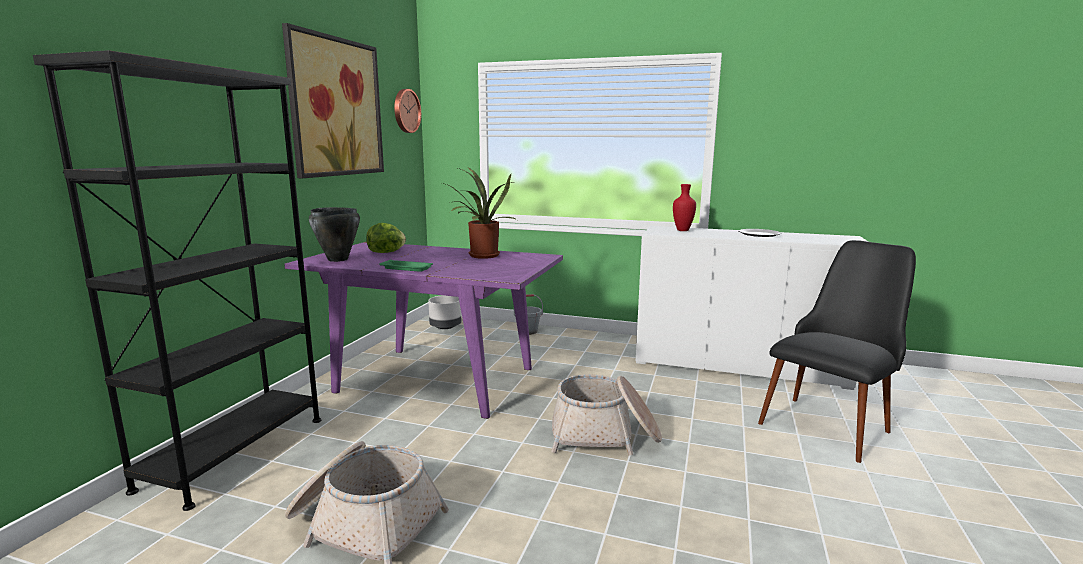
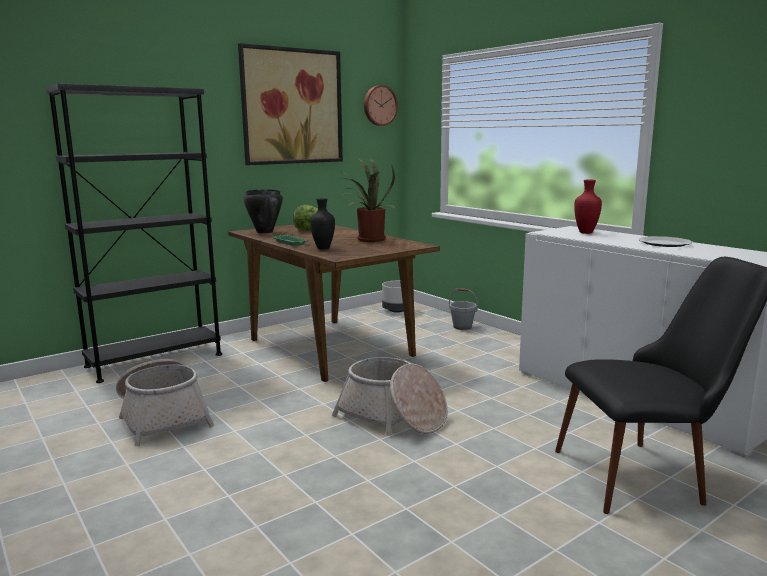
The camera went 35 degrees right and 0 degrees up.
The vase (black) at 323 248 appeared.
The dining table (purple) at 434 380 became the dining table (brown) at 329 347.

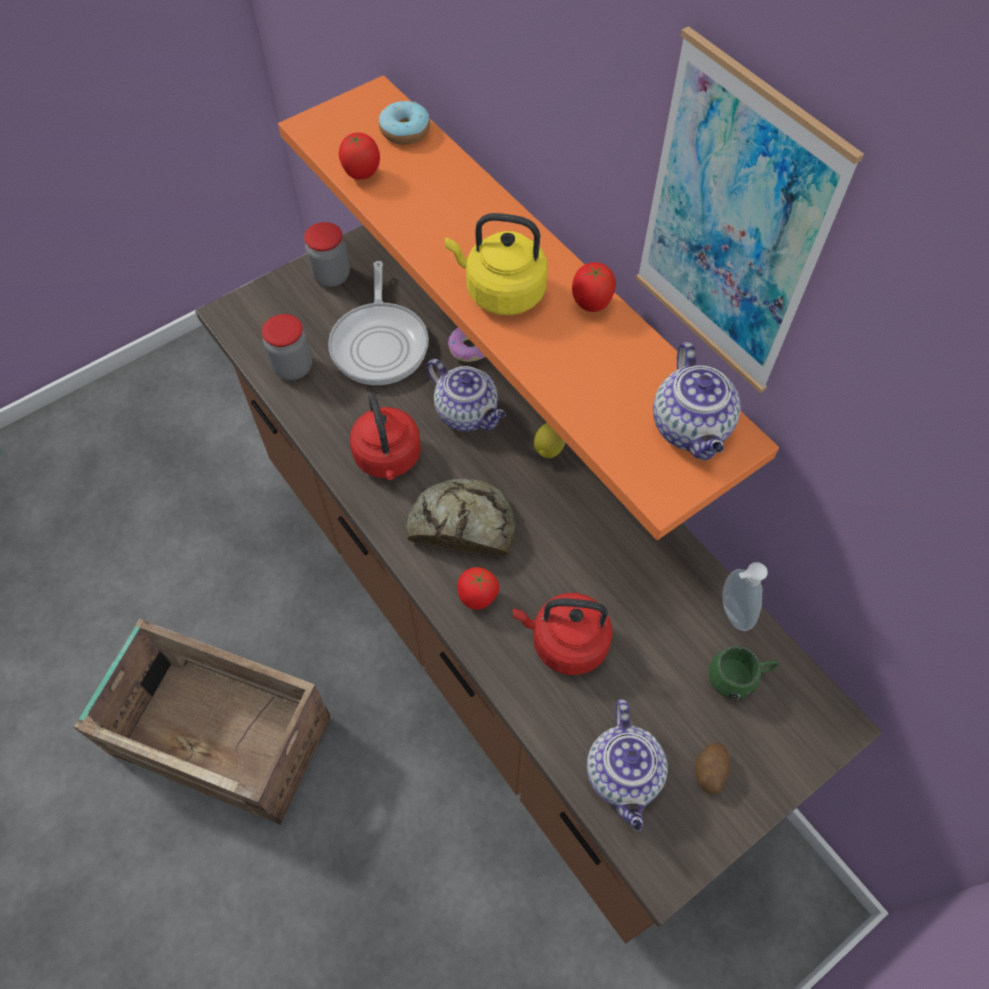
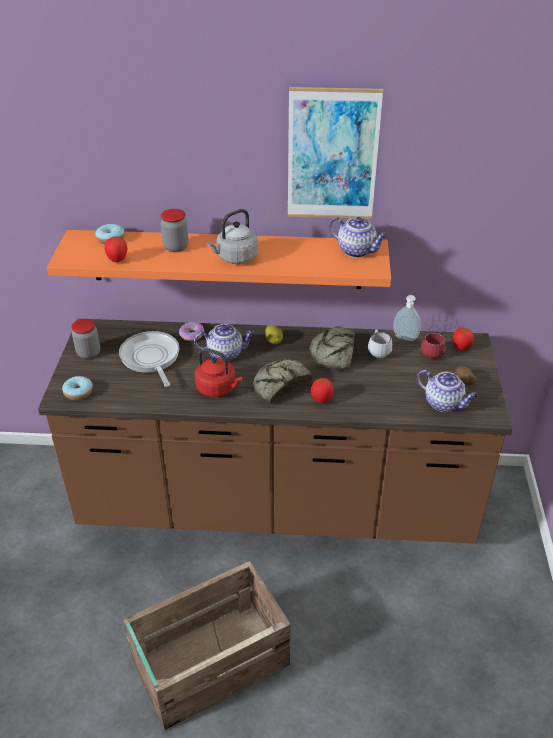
The camera went 50 degrees left and 20 degrees down.
The kettle (red) at 565 642 disappeared.
The donut at 78 392 appeared.
The bread at 334 354 appeared.
The mug (white) at 378 351 appeared.
The jar moved from 293 367 to 176 247.
The tomato moved from 591 305 to 461 348.
The kettle (yellow) at 501 292 became the kettle (grey) at 235 258.
The mug (green) at 739 678 became the mug (red) at 433 352.
The frying pan at 380 343 turned 150 degrees counterclockwise.

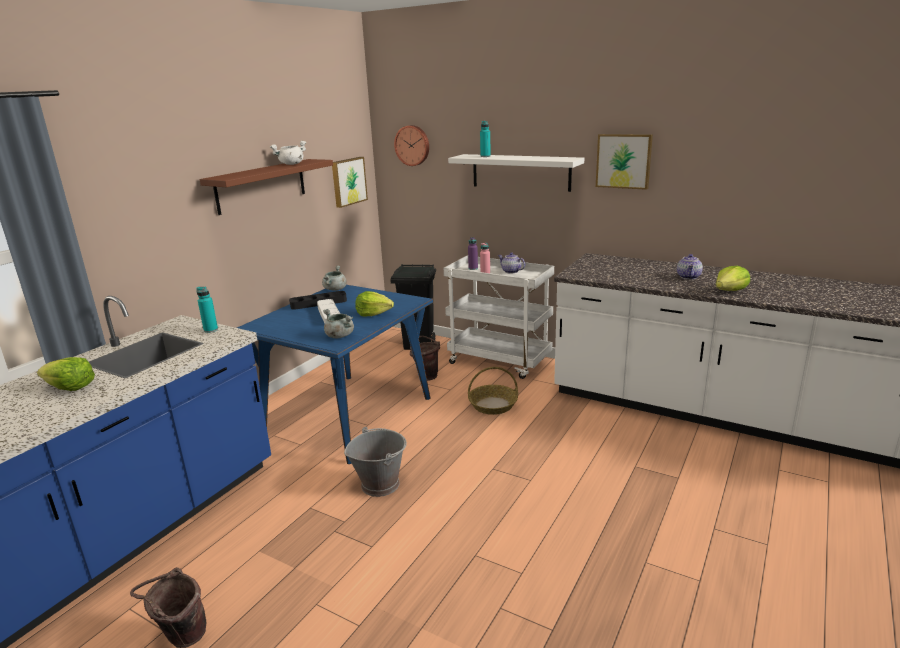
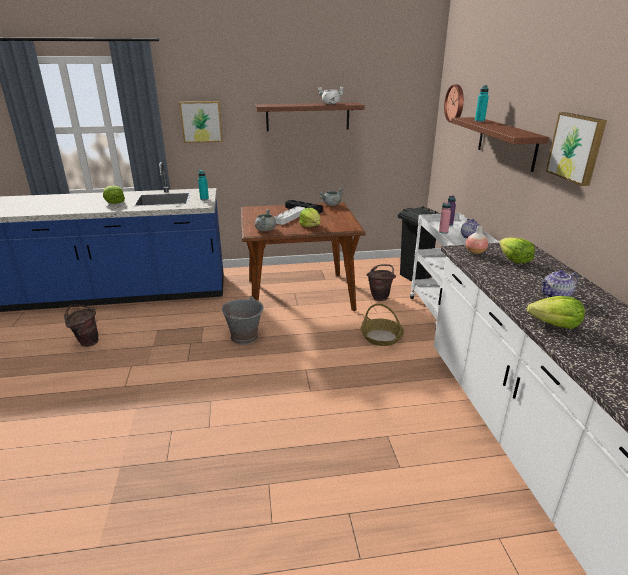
The camera went 50 degrees right and 5 degrees up.
The vase at 475 252 appeared.
The lettuce at 514 260 appeared.
The picture moved from 348 181 to 201 121.
The dining table (blue) at 349 414 became the dining table (brown) at 300 294.
The shelf (white) at 520 172 became the shelf (brown) at 506 143.

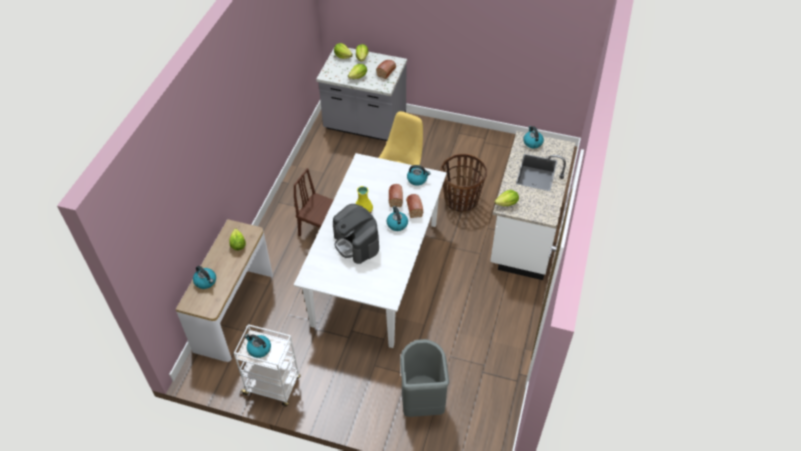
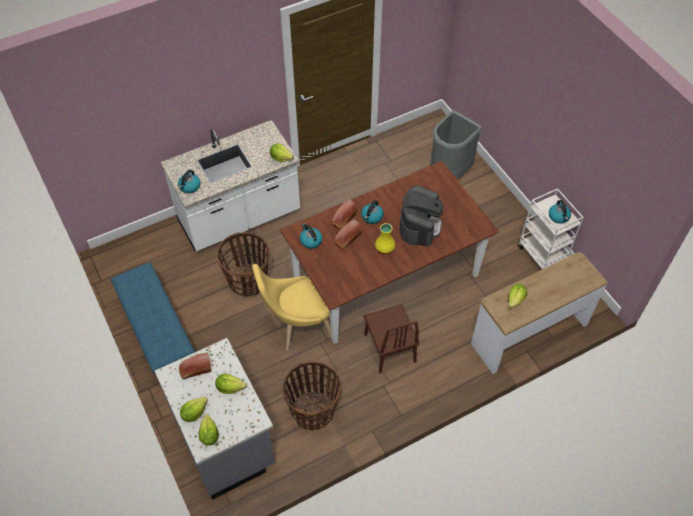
The camera went 135 degrees left and 5 degrees up.
The kettle at 206 281 disappeared.
The bench (blue) at 158 335 appeared.
The basket at 313 411 appeared.
The dining table (white) at 377 273 became the dining table (brown) at 386 276.

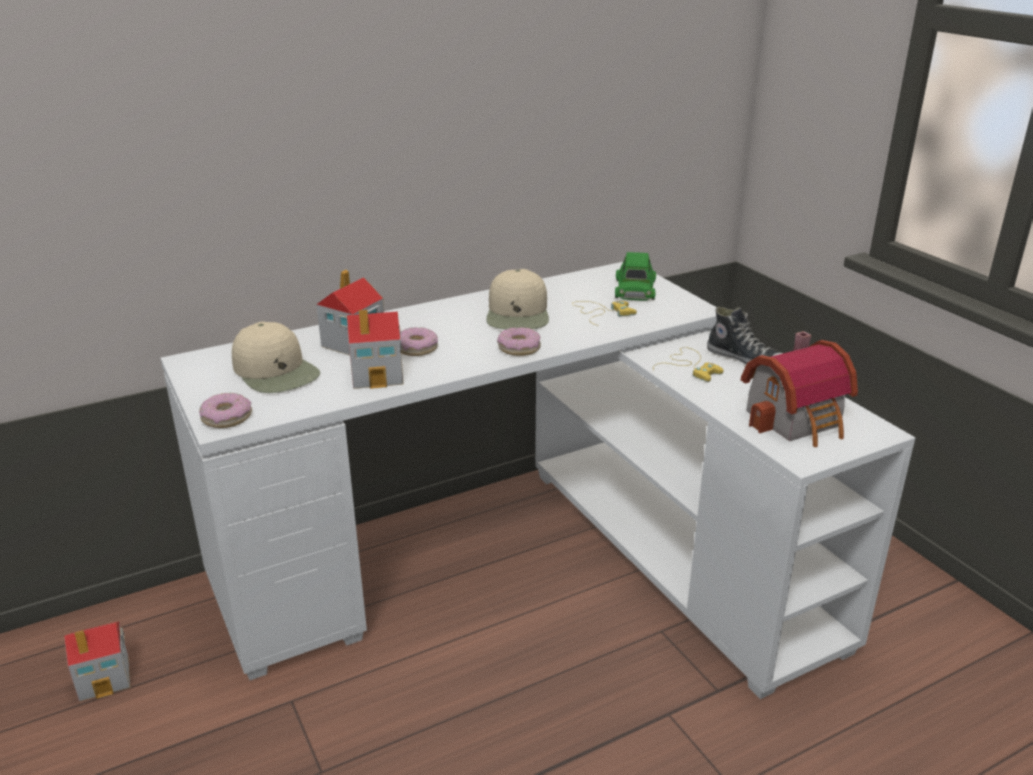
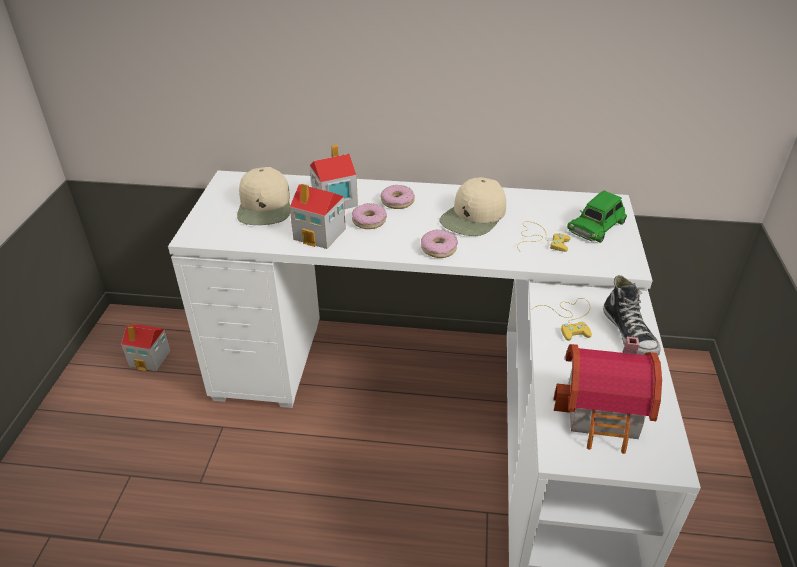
The camera went 35 degrees right and 10 degrees up.
The donut moved from 227 417 to 397 201.

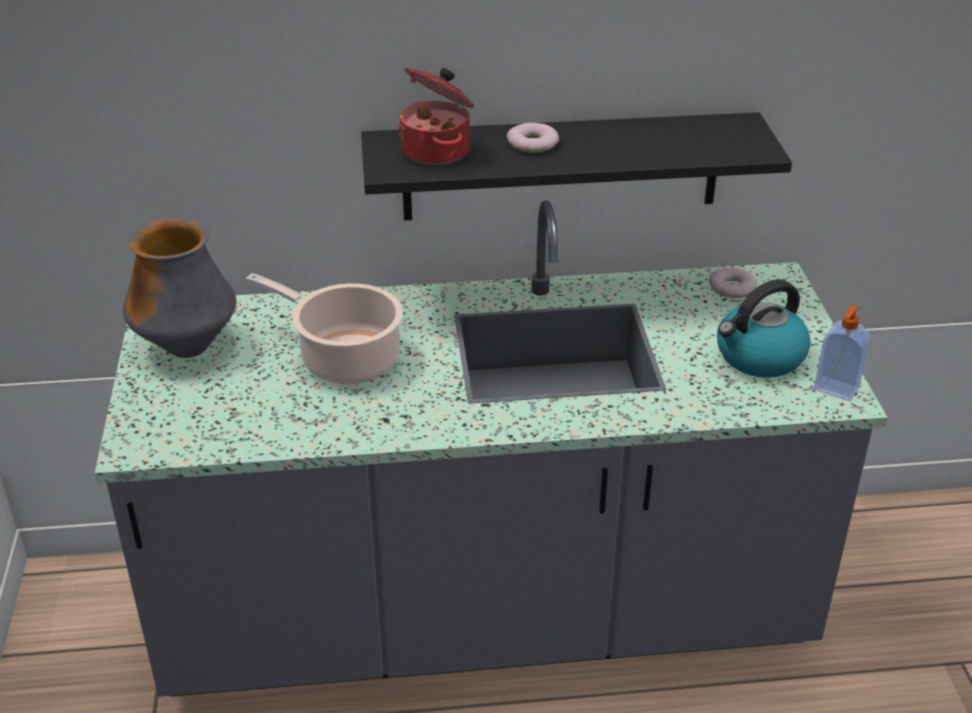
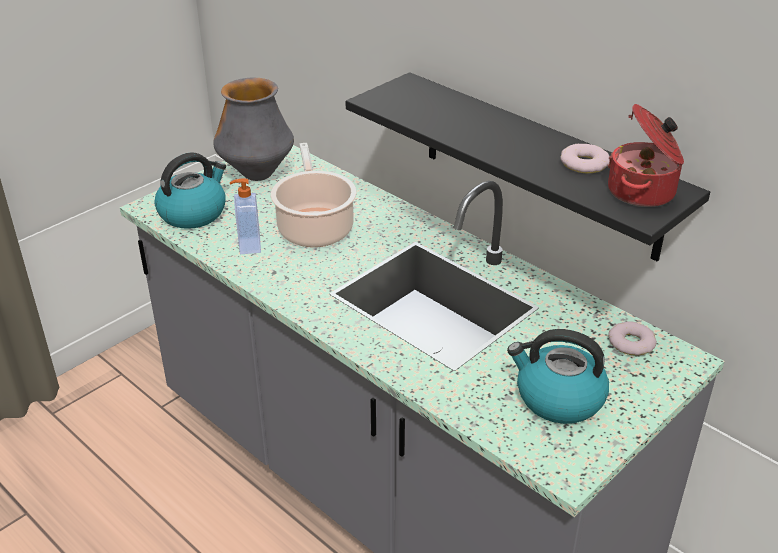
The camera went 50 degrees right and 0 degrees up.
The kettle at 193 213 appeared.
The cooking pot moved from 438 151 to 643 192.
The donut moved from 532 143 to 584 163.
The soap dispenser moved from 835 389 to 248 246.

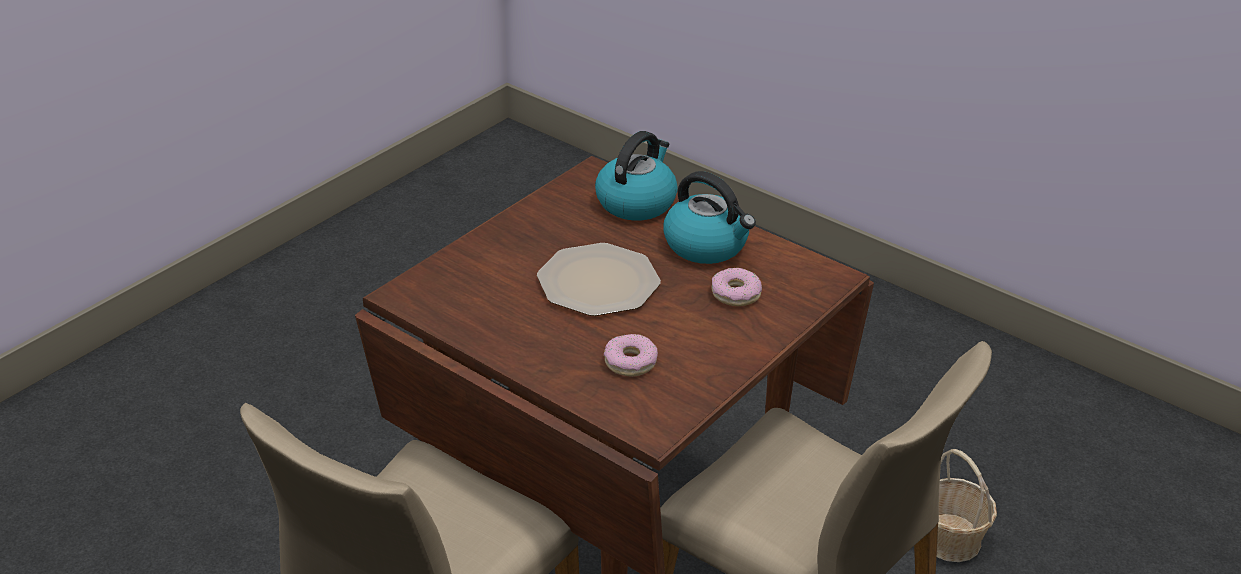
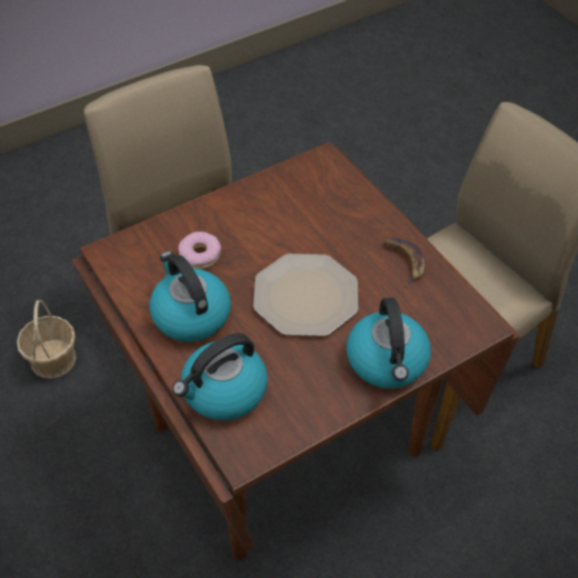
The camera went 160 degrees left and 15 degrees up.
The donut at 630 362 disappeared.
The kettle at 387 362 appeared.
The banana at 404 261 appeared.

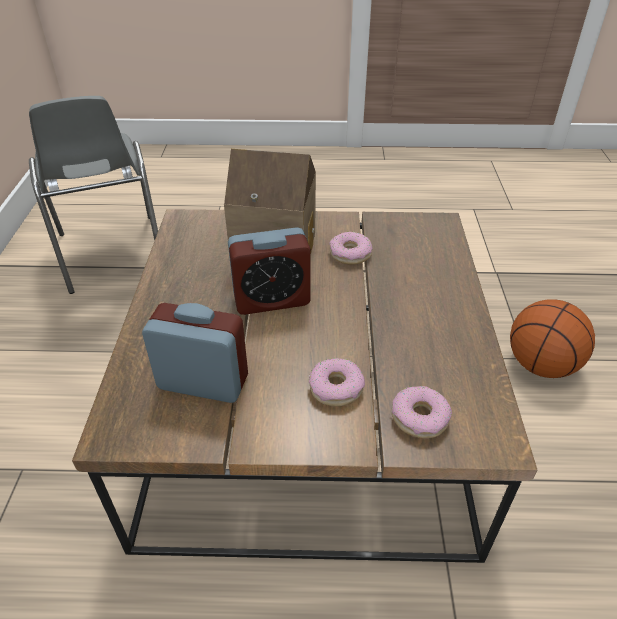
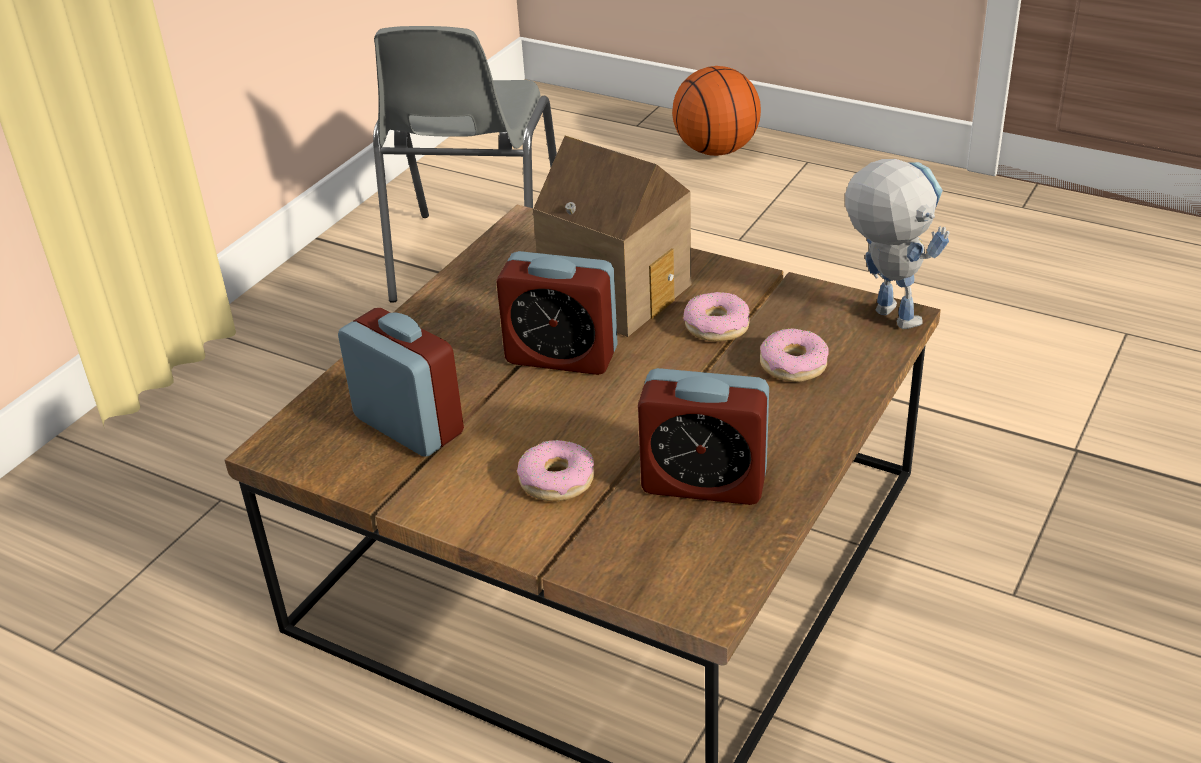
The camera went 30 degrees right and 5 degrees down.
The alarm clock at 704 482 appeared.
The toy robot at 883 312 appeared.
The donut moved from 419 418 to 793 364.
The basketball moved from 541 365 to 716 150.

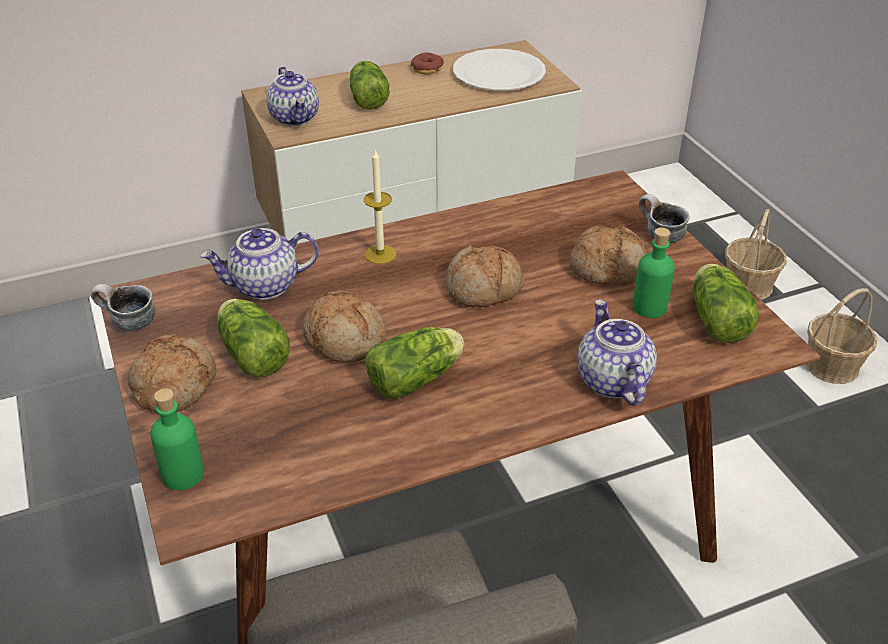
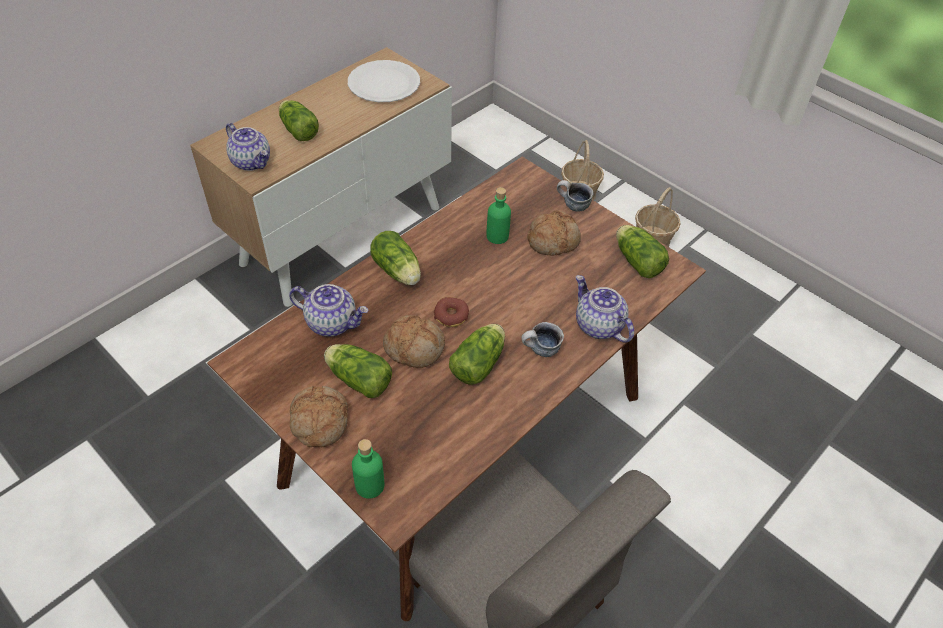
The camera went 25 degrees left and 10 degrees up.
The bread at 484 289 disappeared.
The mug moved from 128 324 to 540 351.
The donut moved from 427 69 to 451 316.
The bottle (green) moved from 649 307 to 497 236.
The candle at 380 254 was replaced by the lettuce at 398 272.
The teapot at 264 286 turned 120 degrees counterclockwise.

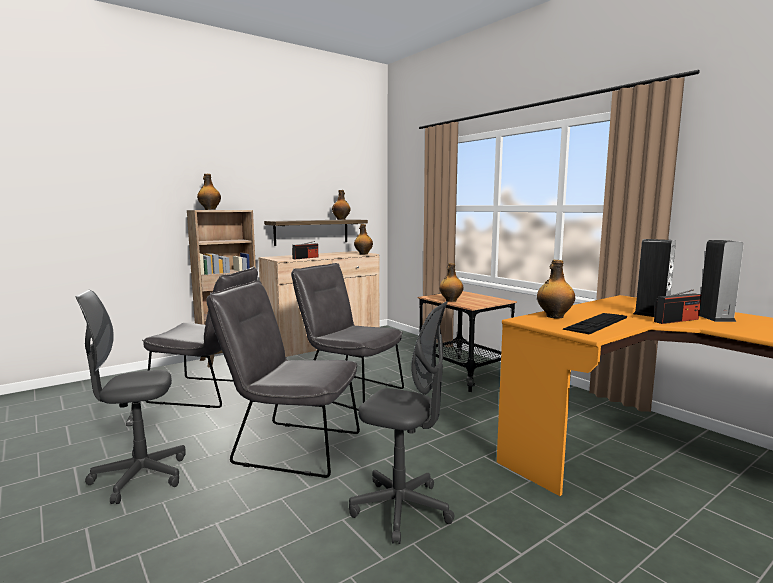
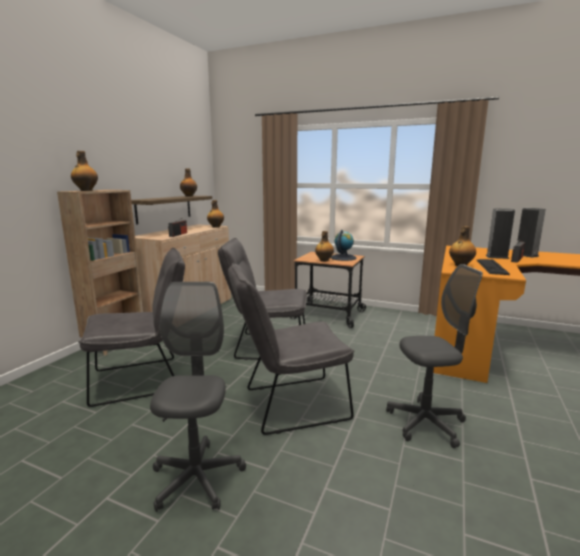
The camera went 30 degrees left and 5 degrees up.
The globe at 343 257 appeared.
The office chair (grey) at 140 477 turned 135 degrees clockwise.

